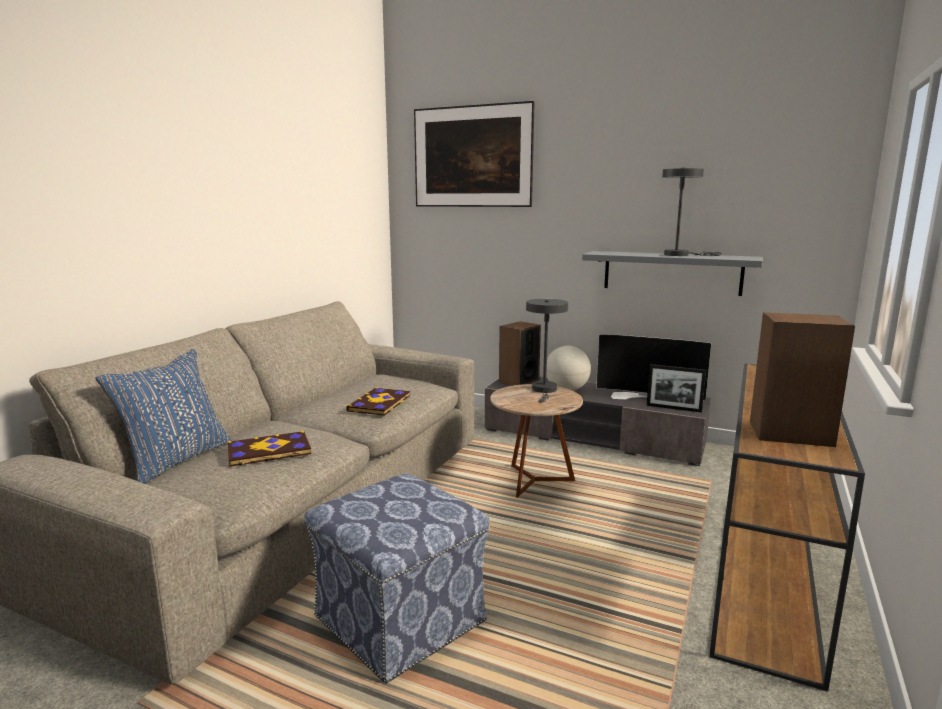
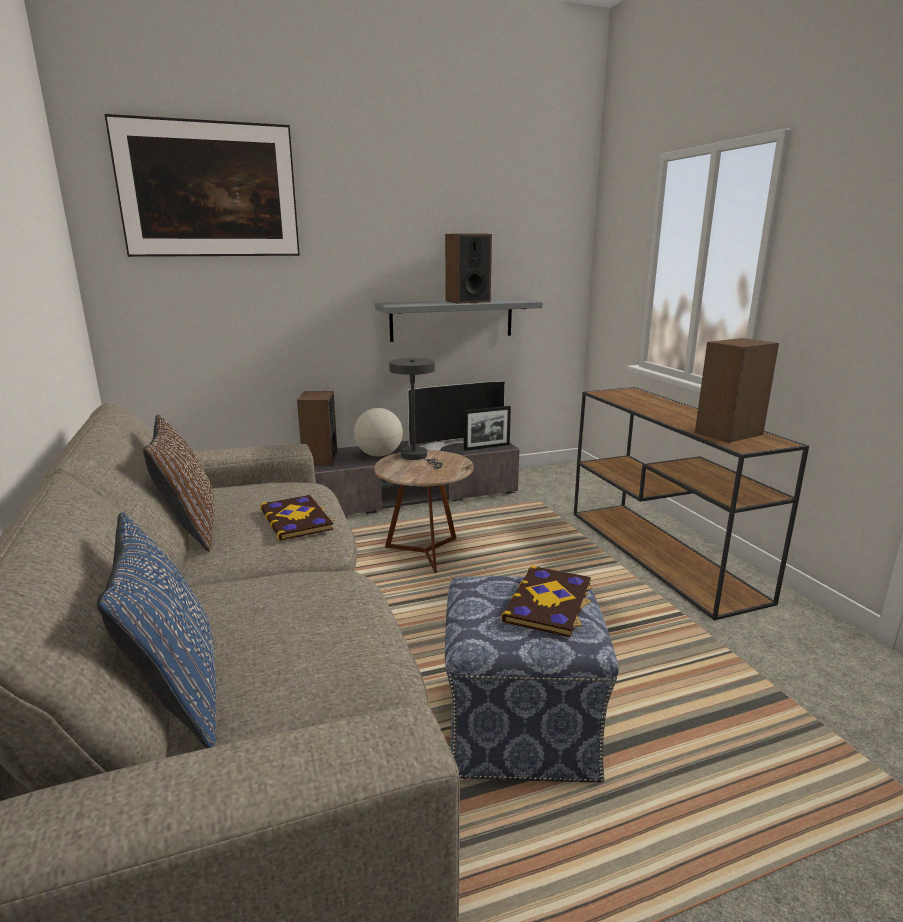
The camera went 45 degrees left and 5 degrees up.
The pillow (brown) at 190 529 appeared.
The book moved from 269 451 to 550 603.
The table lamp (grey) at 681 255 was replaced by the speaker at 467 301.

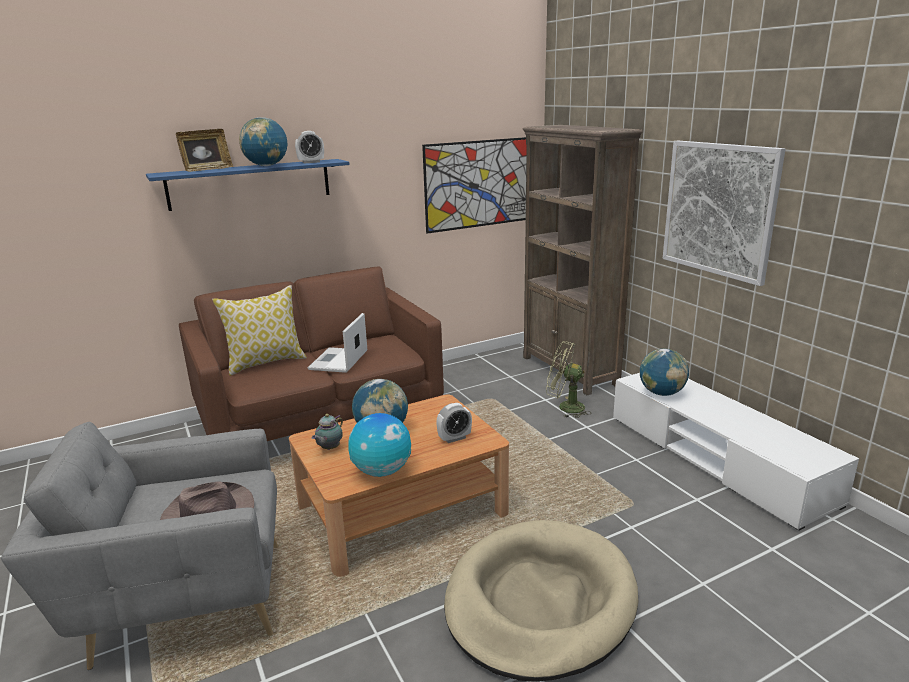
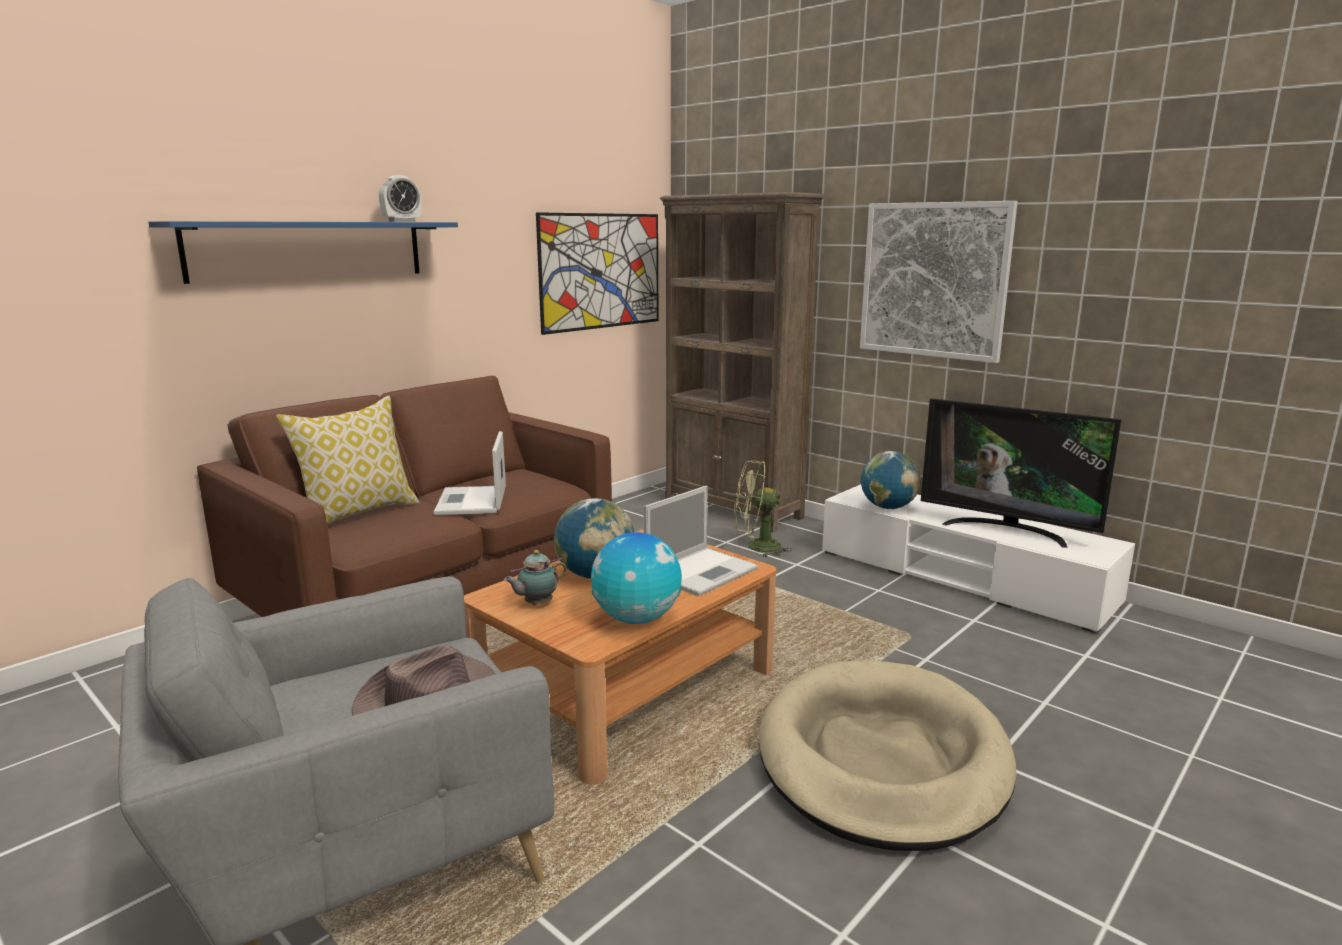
The camera went 20 degrees left and 5 degrees down.
The picture frame at 207 169 disappeared.
The globe at 266 166 disappeared.
The television at 1007 529 appeared.
The alarm clock at 454 438 was replaced by the laptop at 702 571.
The teapot at 329 448 turned 45 degrees clockwise.

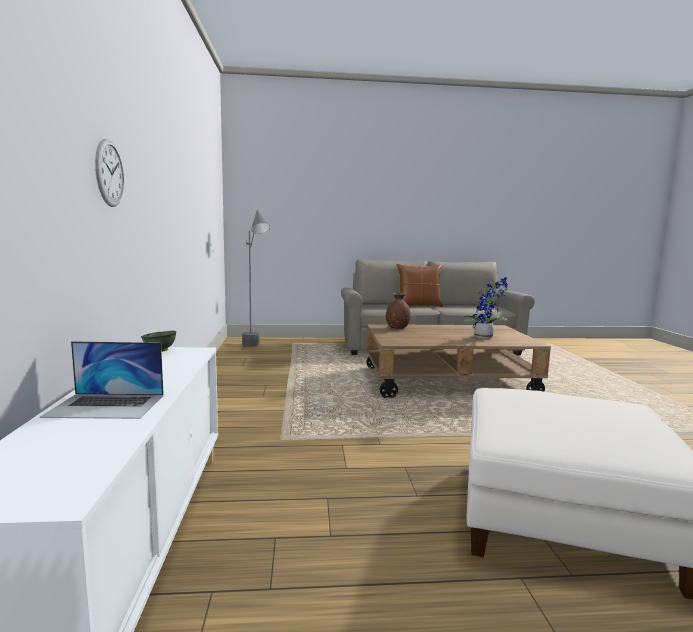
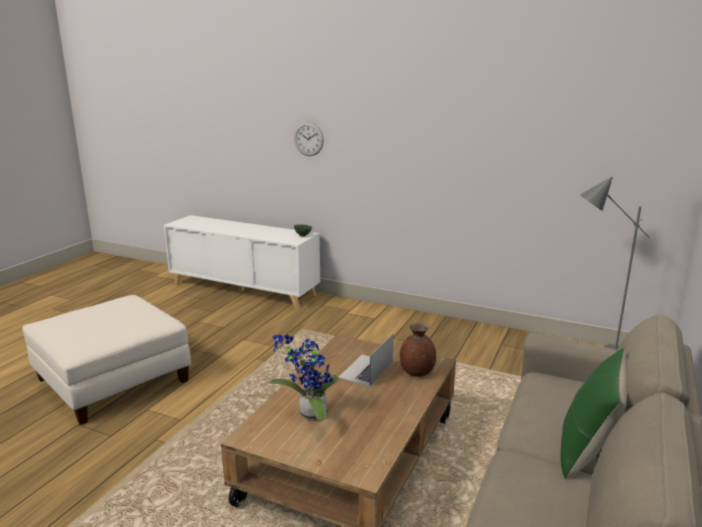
The camera went 120 degrees right and 10 degrees up.
The laptop moved from 106 406 to 366 370.
The pillow (brown) at 418 305 became the pillow (green) at 587 451.

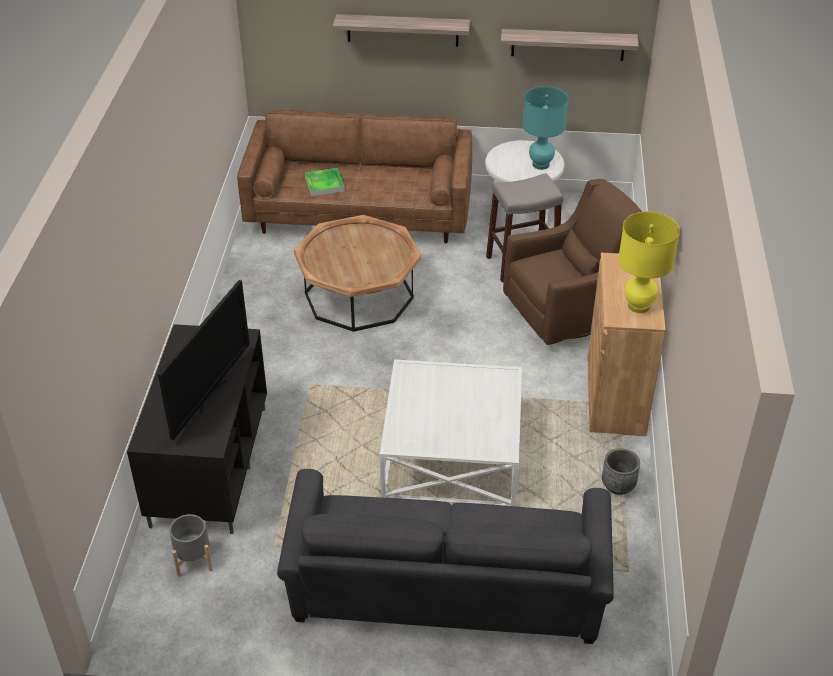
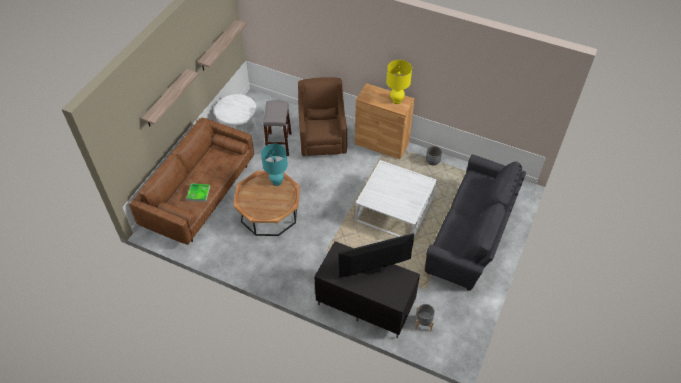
The camera went 70 degrees left and 10 degrees up.
The table lamp (turquoise) moved from 540 165 to 277 182.
The television at 210 395 turned 60 degrees counterclockwise.

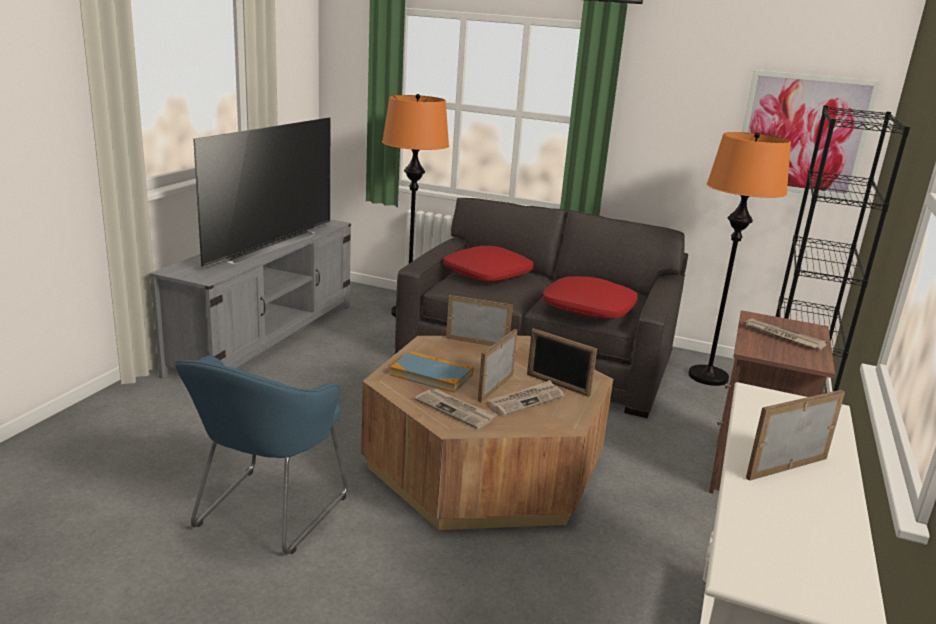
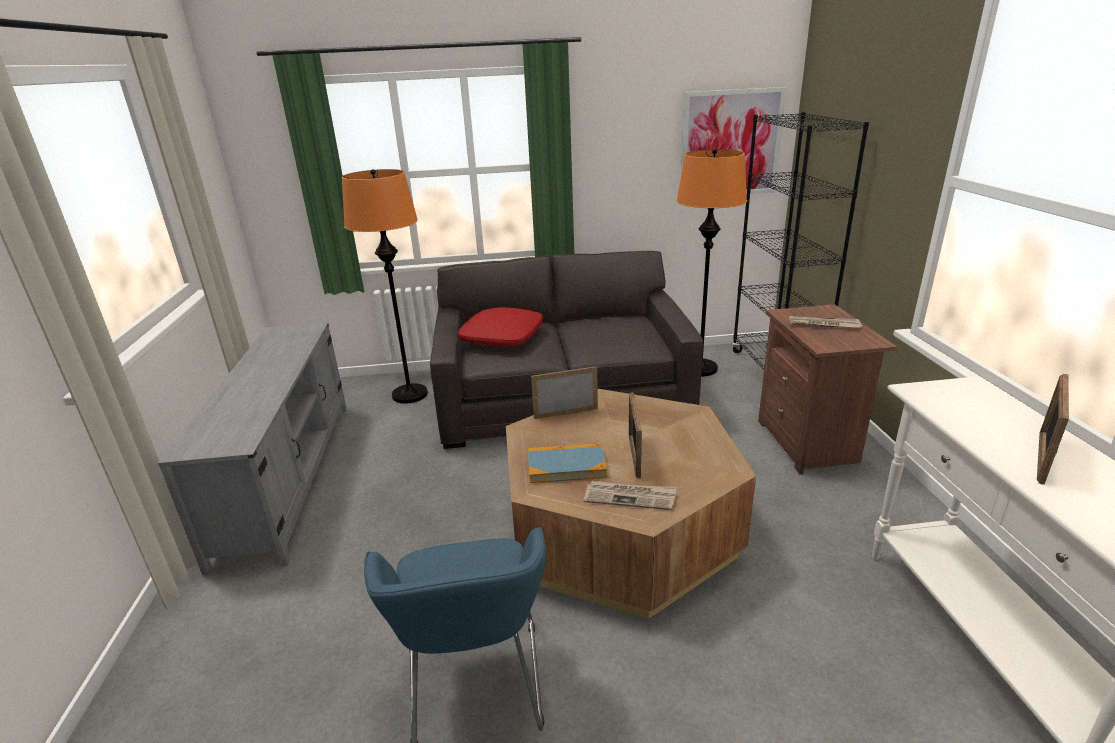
The camera went 25 degrees left and 5 degrees up.
The television at 266 245 disappeared.
The newspaper at 526 400 disappeared.
The picture frame at 557 385 disappeared.
The pillow (red) at 589 308 disappeared.

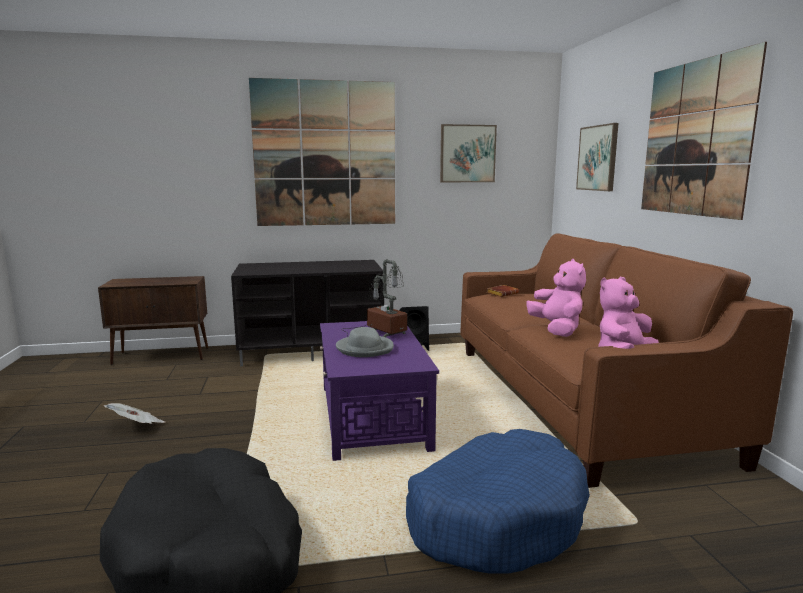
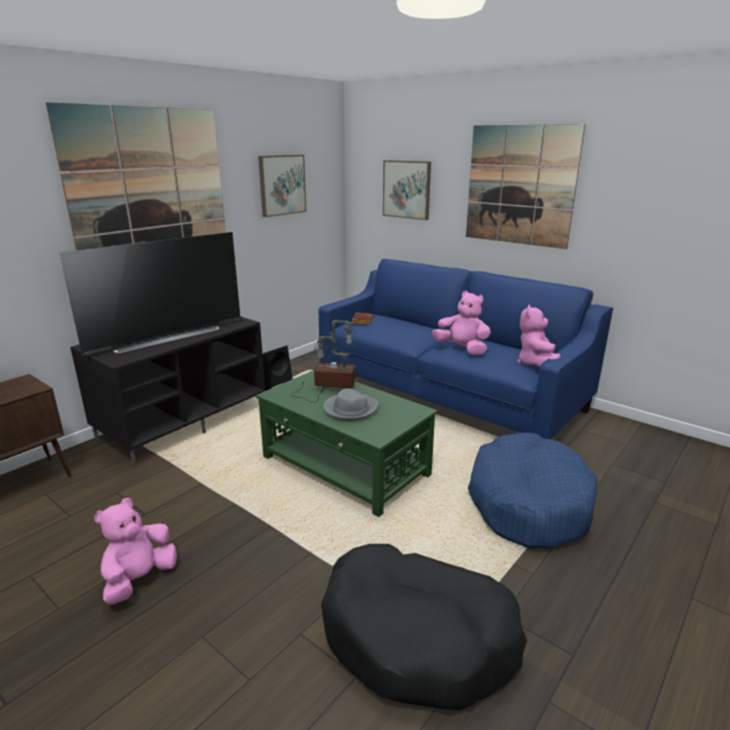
The camera went 40 degrees left and 10 degrees up.
The television at 166 337 appeared.
The newspaper at 137 426 was replaced by the plush toy (pink) at 139 579.
The coffee table (purple) at 372 417 became the coffee table (green) at 345 466.
The sofa (brown) at 574 398 became the sofa (blue) at 448 395.

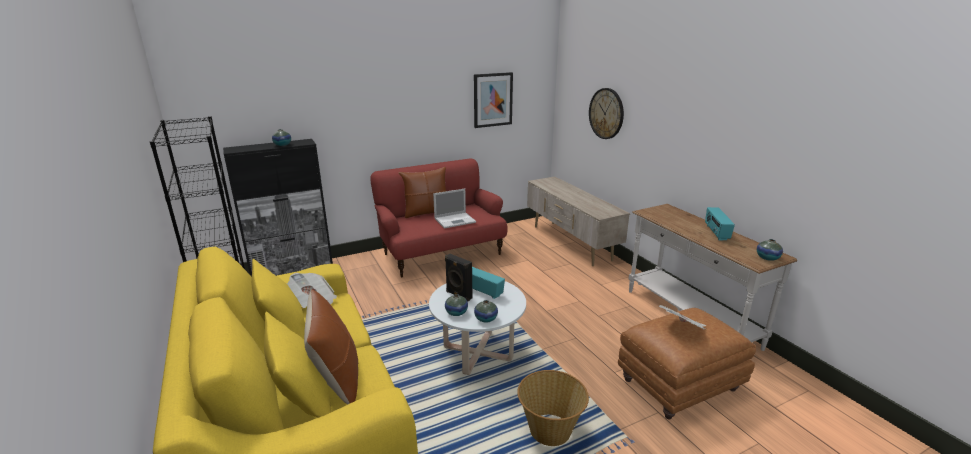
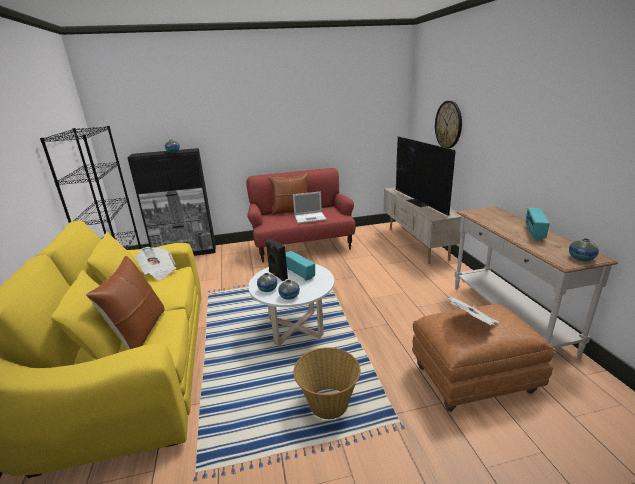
The camera went 15 degrees right and 0 degrees up.
The picture at 492 100 disappeared.
The television at 419 202 appeared.

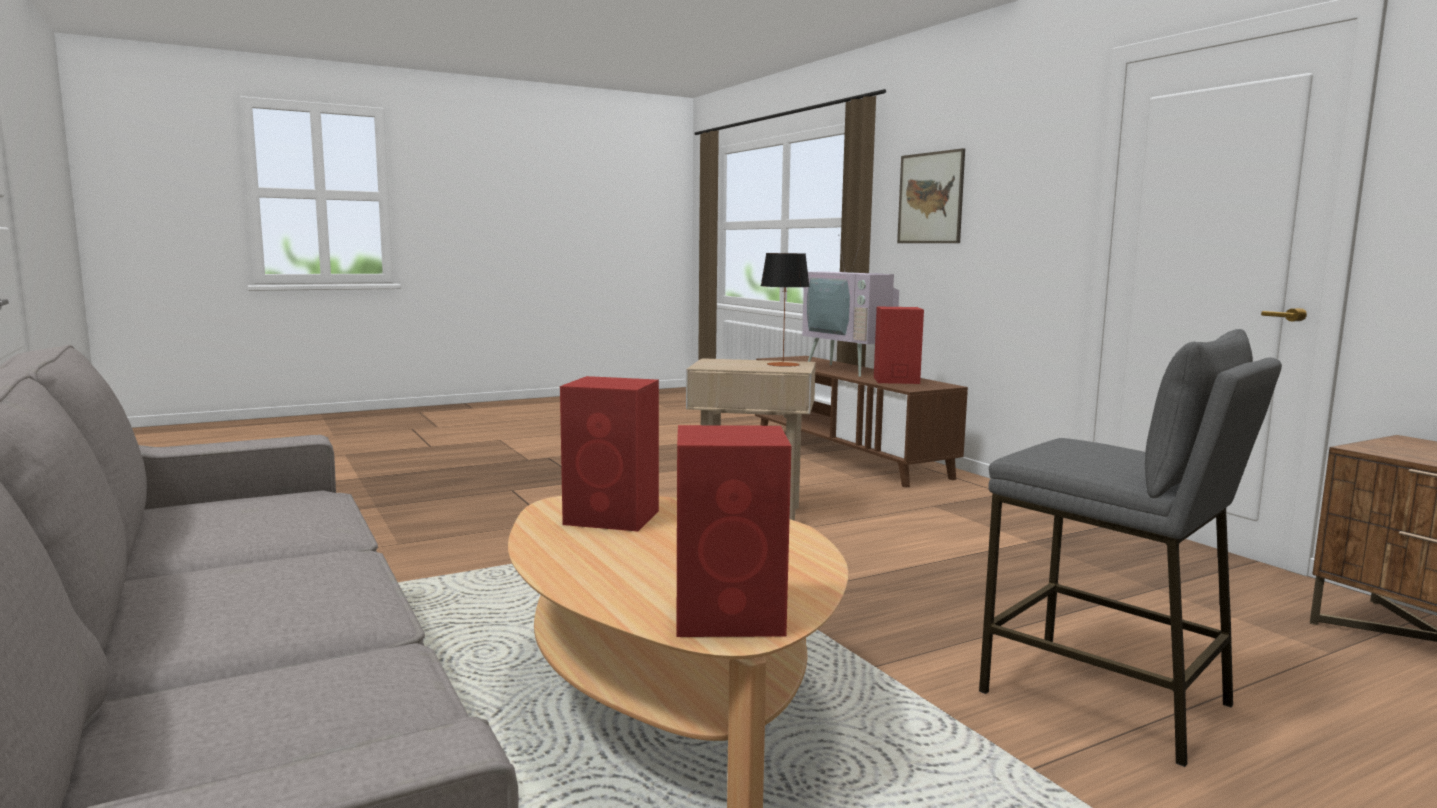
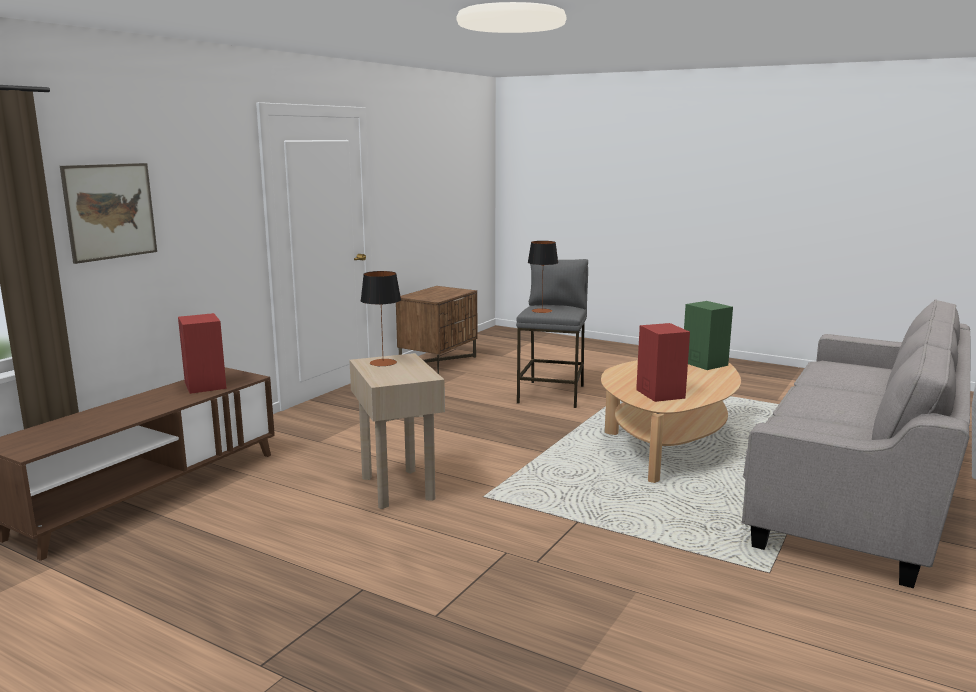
The camera went 120 degrees left and 5 degrees up.
The television at 850 369 disappeared.
The table lamp at 542 311 appeared.
The speaker (red) at 732 616 became the speaker (green) at 703 363.

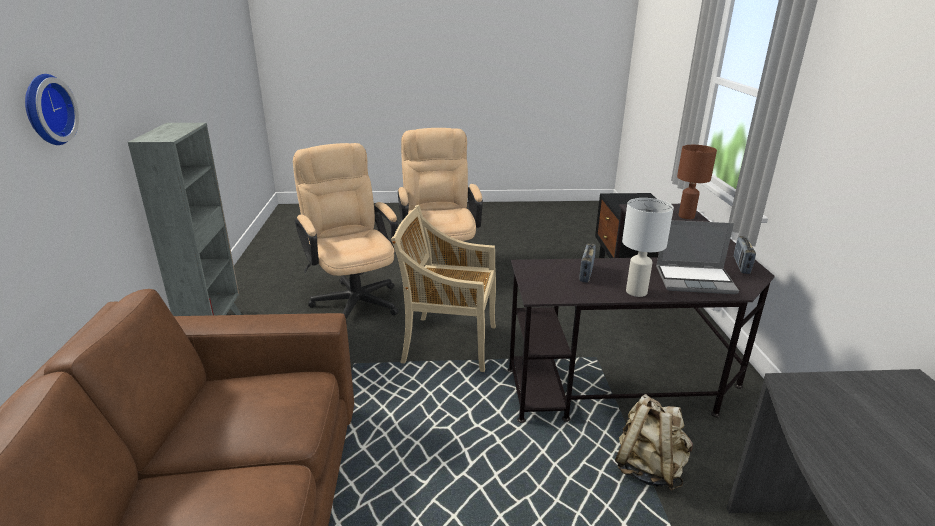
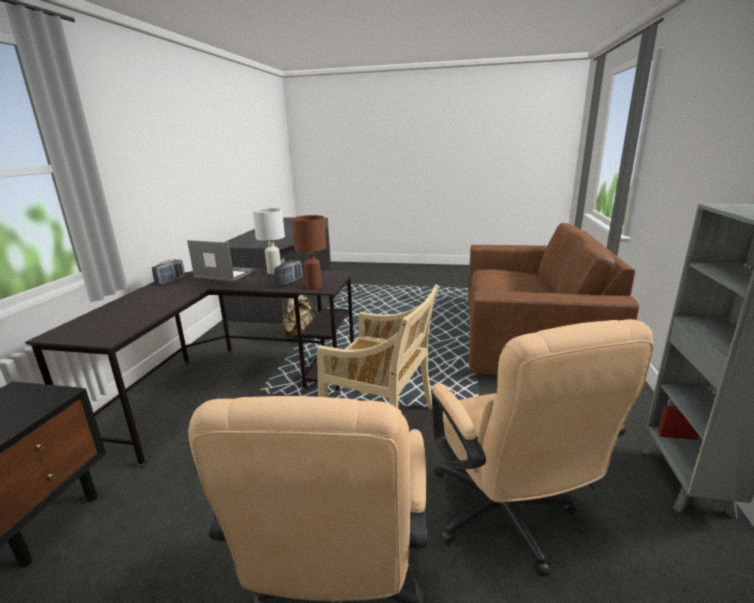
The camera went 165 degrees left and 5 degrees down.
The wall clock at 45 110 disappeared.
The table lamp (brown) moved from 686 216 to 313 287.

